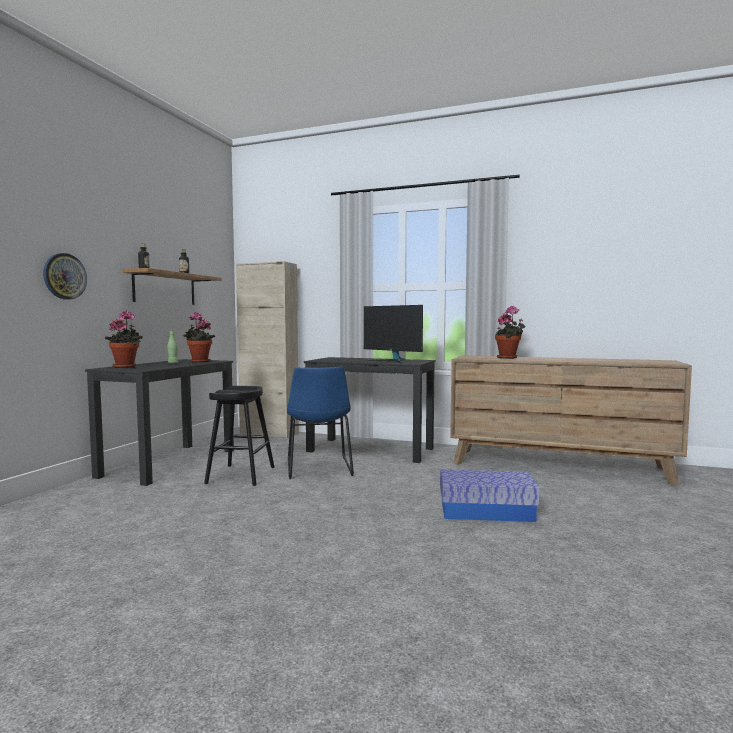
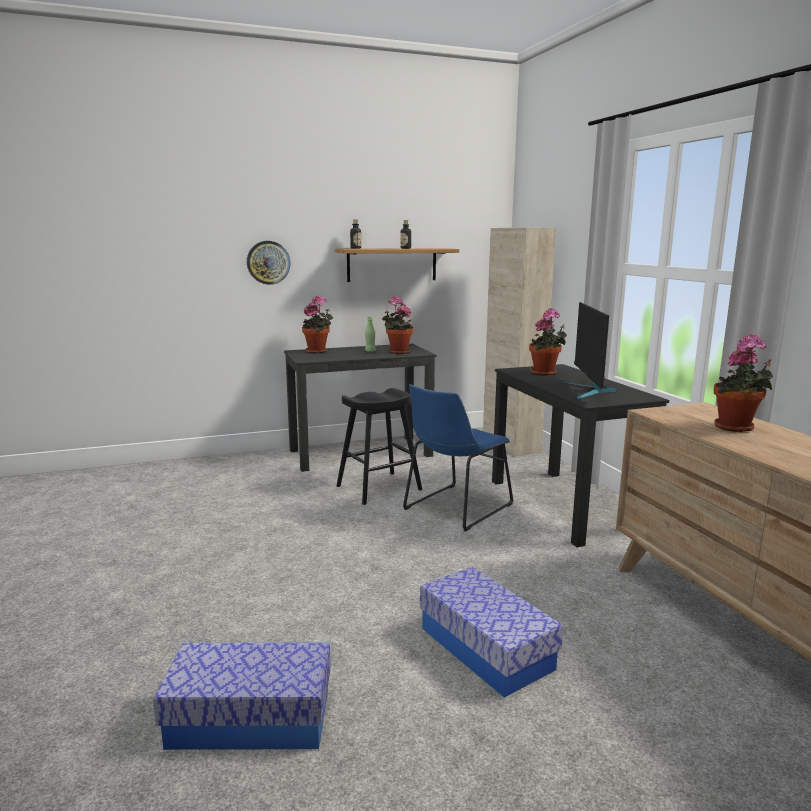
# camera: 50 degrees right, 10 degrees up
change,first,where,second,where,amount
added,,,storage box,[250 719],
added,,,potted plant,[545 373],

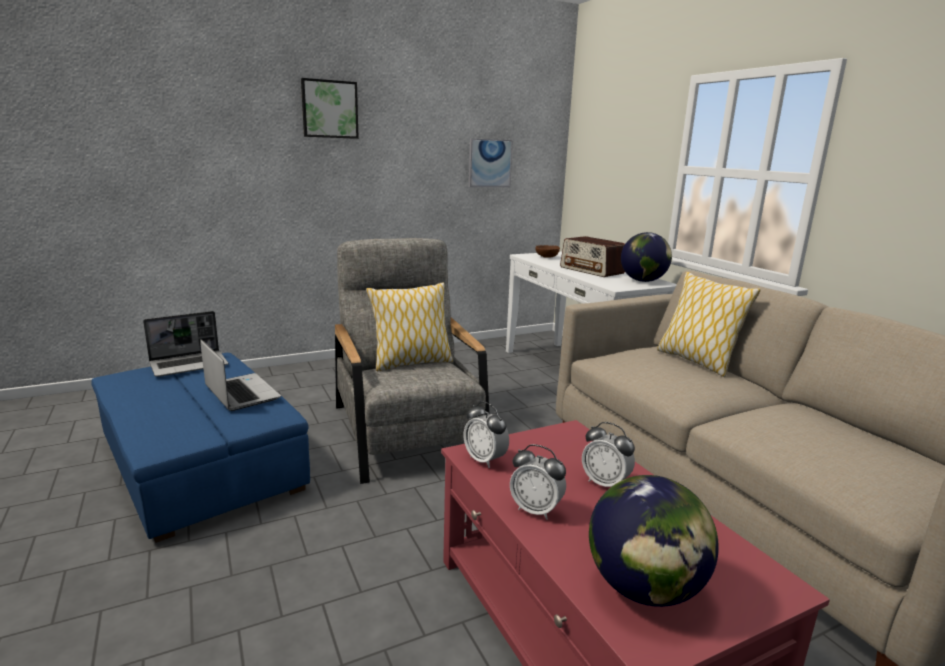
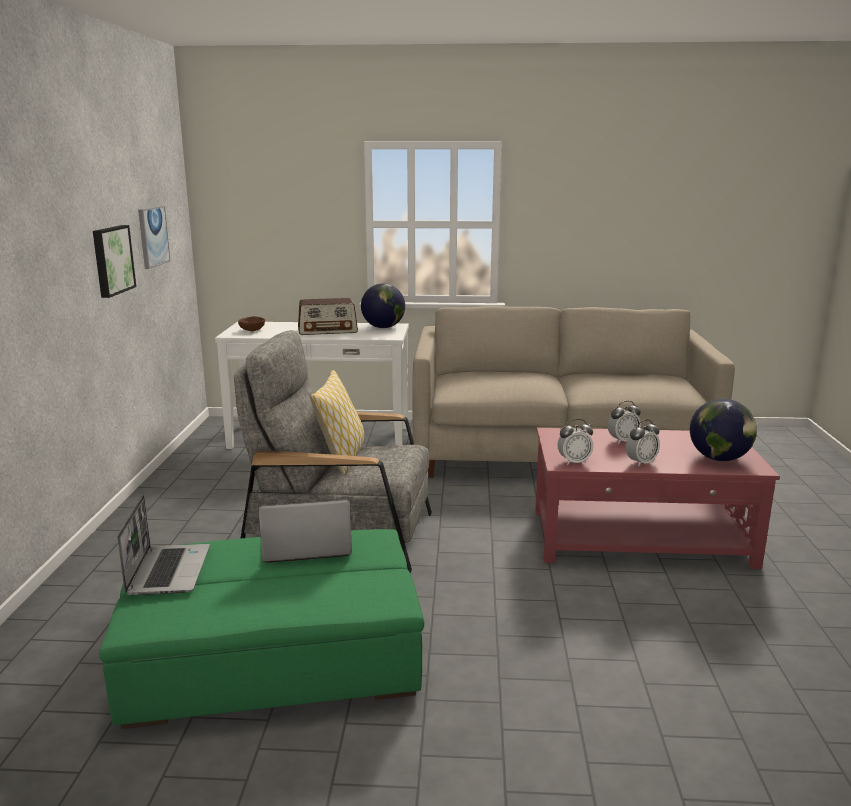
# camera: 60 degrees left, 0 degrees up
change,first,where,second,where,amount
recoloured,blue ottoman,[201 462],green ottoman,[273 658],
moved,picture,[329 109],,[111 260],
removed,pillow,[697 361],,,

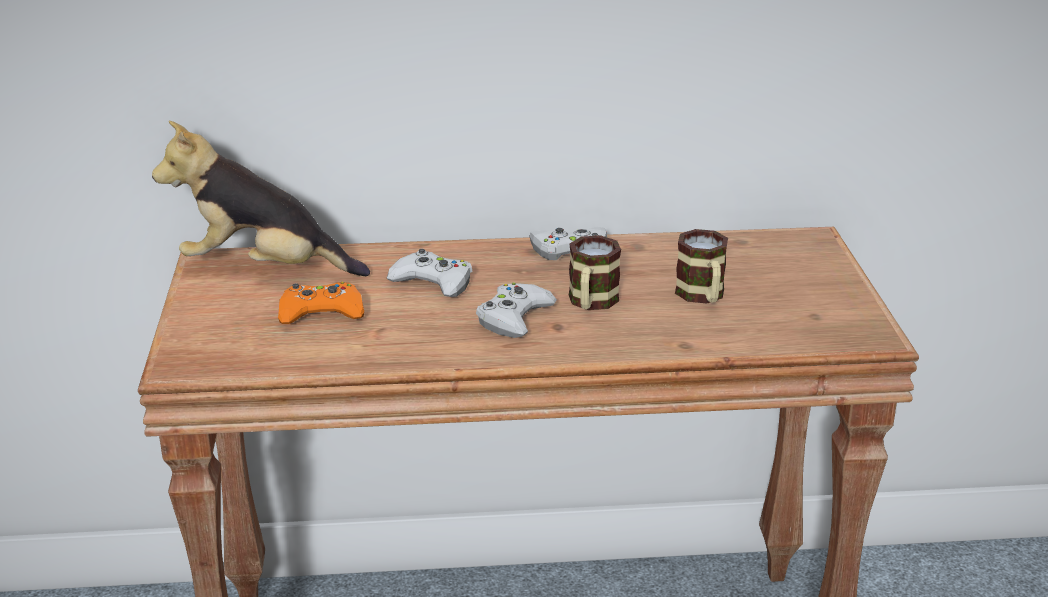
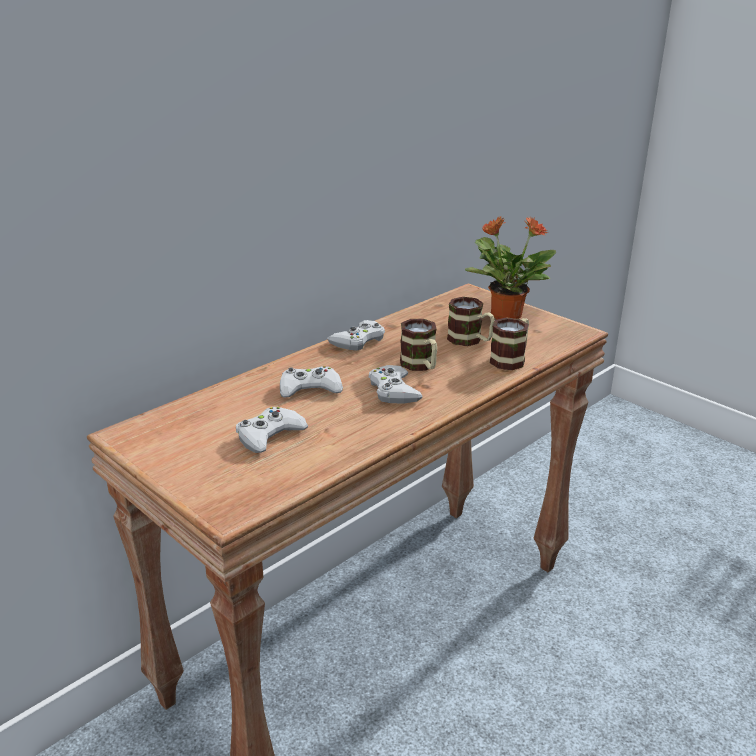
# camera: 40 degrees left, 0 degrees up
change,first,where,second,where,amount
removed,plush toy,[263 269],,,
recoloured,orange game controller,[321 312],white game controller,[269 435],
added,,,potted plant,[505 315],
added,,,mug,[511 359],

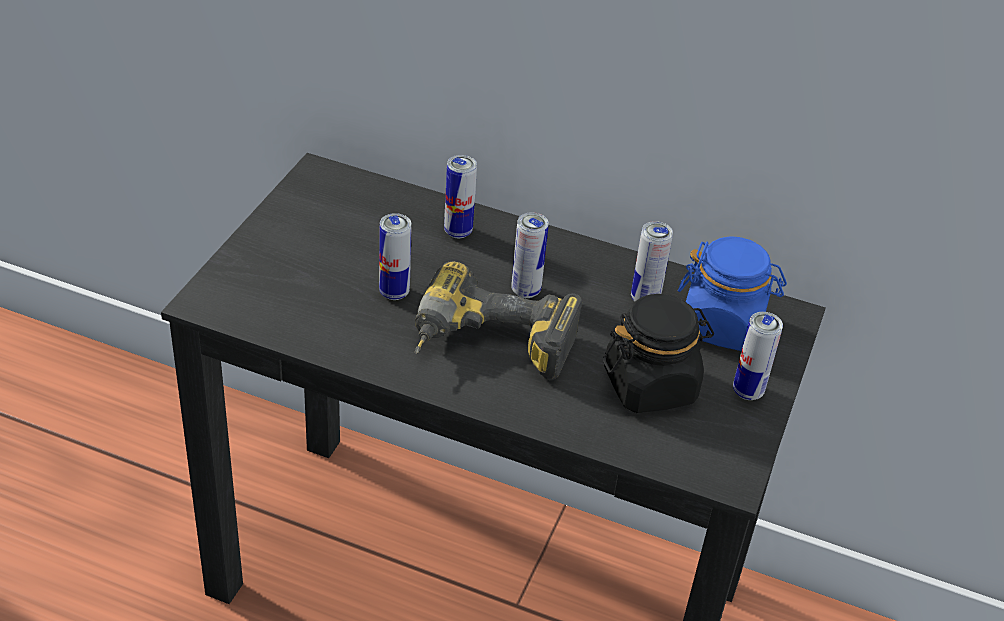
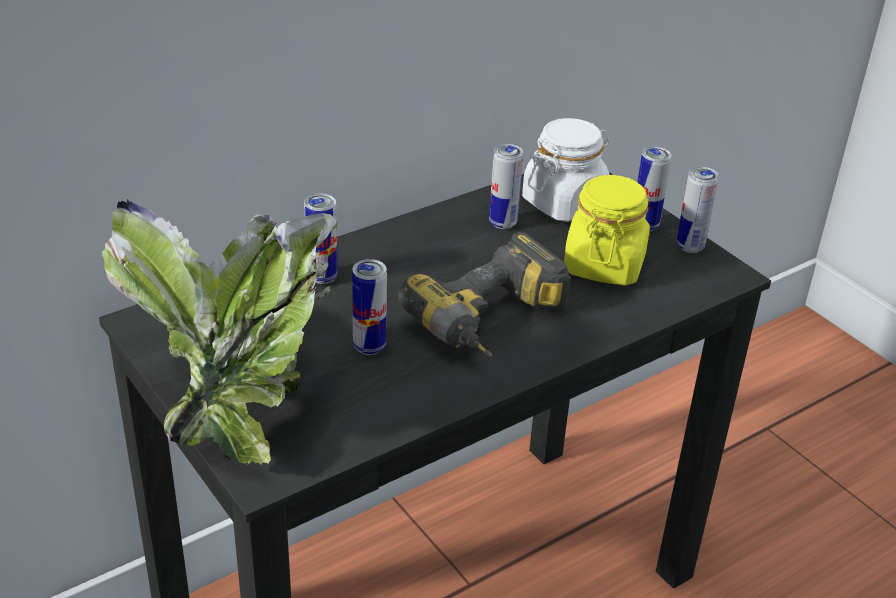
# camera: 55 degrees left, 5 degrees down
change,first,where,second,where,amount
moved,can,[525 290],,[690 246],
recoloured,black jar,[650 385],yellow jar,[604 265],
recoloured,blue jar,[722 325],white jar,[564 203],
added,,,potted plant,[239 393],

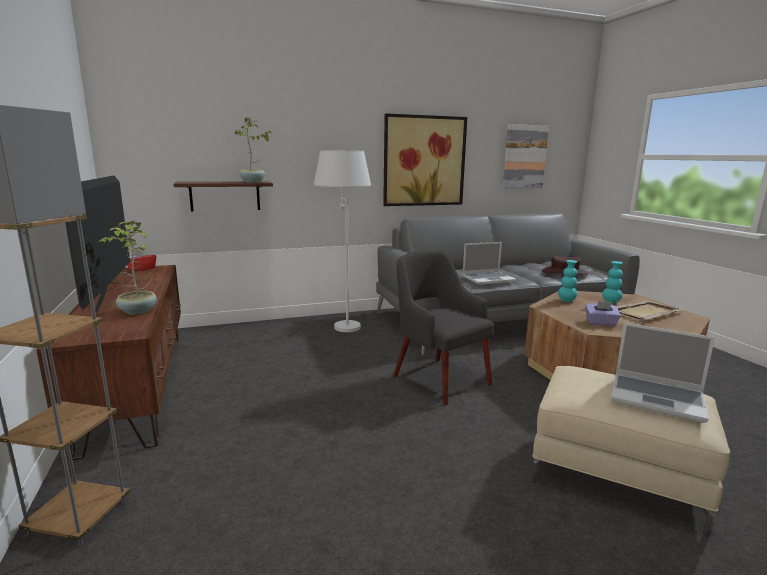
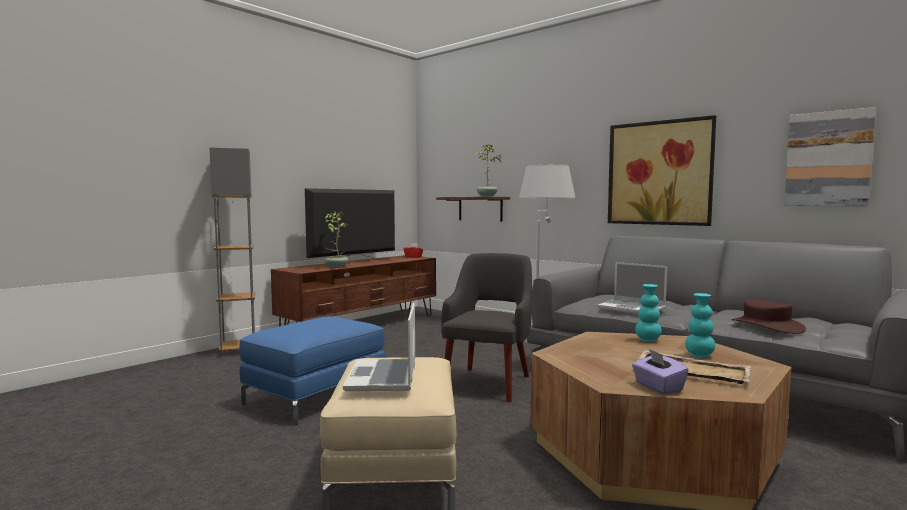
# camera: 60 degrees right, 10 degrees down
change,first,where,second,where,amount
moved,purple tissue box,[601 323],,[658 387],
added,,,blue ottoman,[316 396],

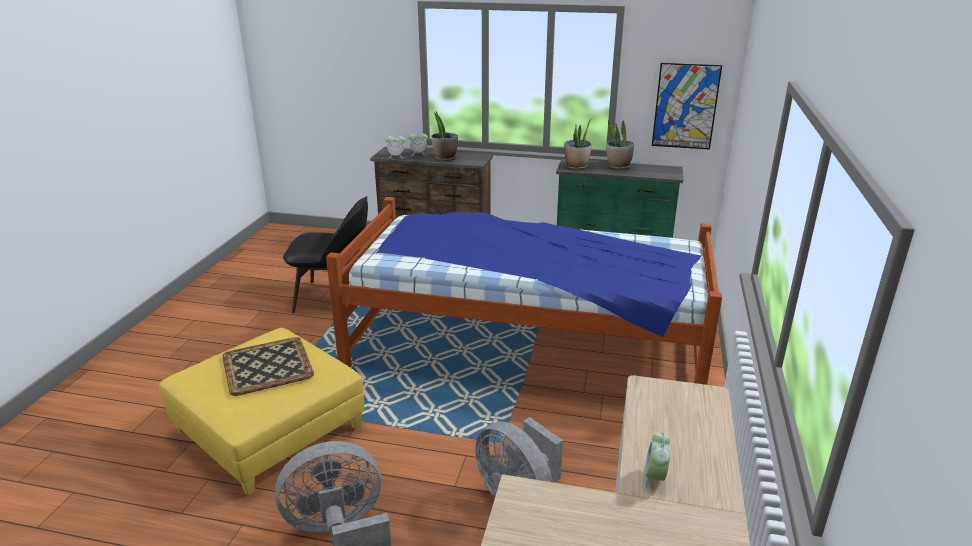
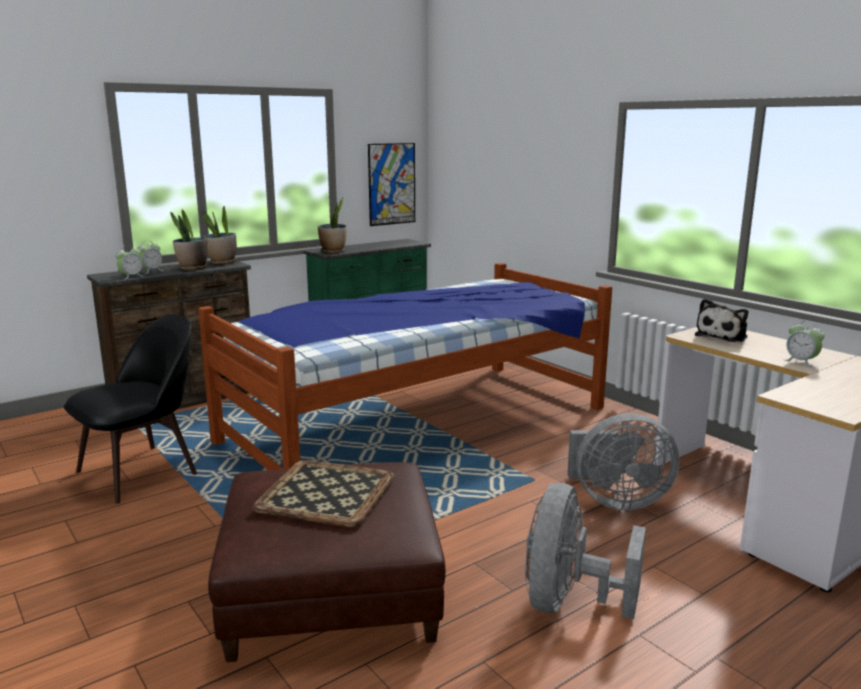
# camera: 50 degrees left, 10 degrees down
change,first,where,second,where,amount
recoloured,yellow ottoman,[269 428],brown ottoman,[330 590],
moved,potted plant,[618 166],,[222 262],
added,,,plush toy,[723 336],

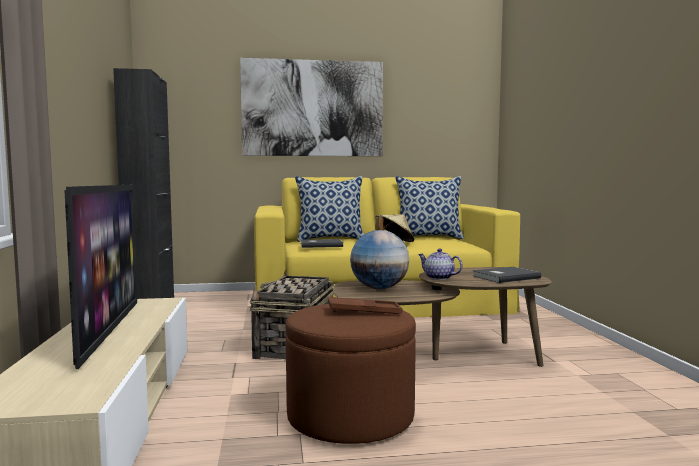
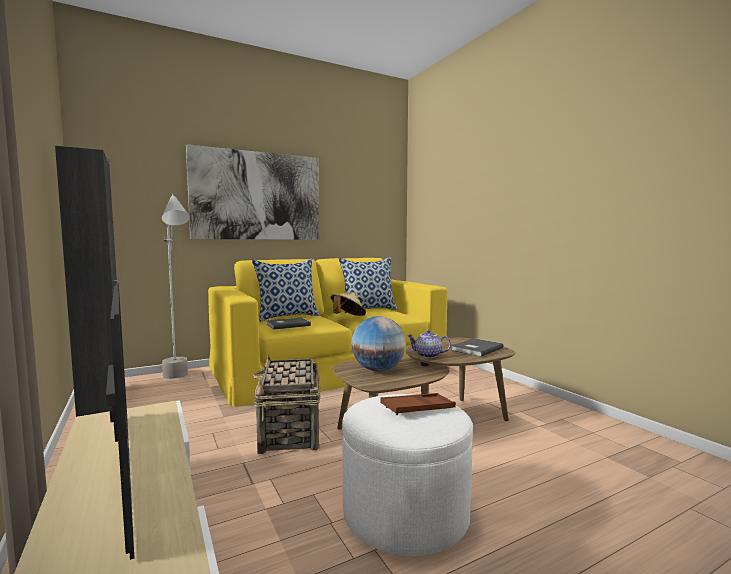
# camera: 20 degrees left, 0 degrees up
change,first,where,second,where,amount
recoloured,brown ottoman,[350 417],white ottoman,[405 513],
added,,,grey floor lamp,[179 380],

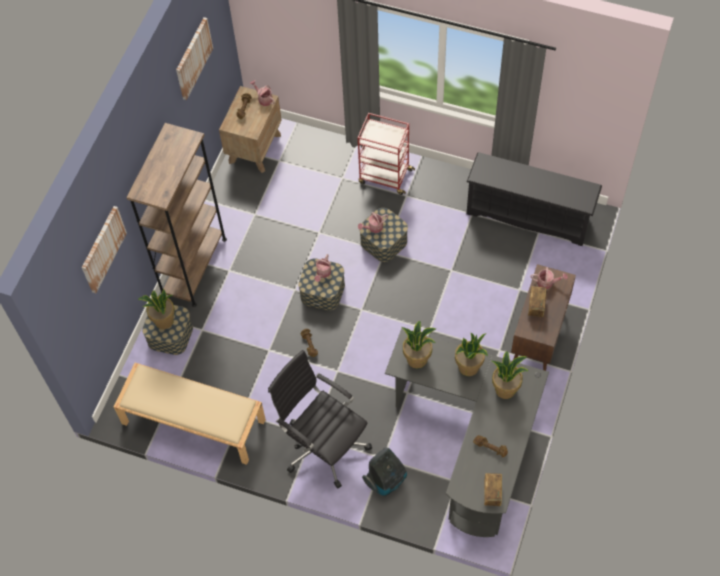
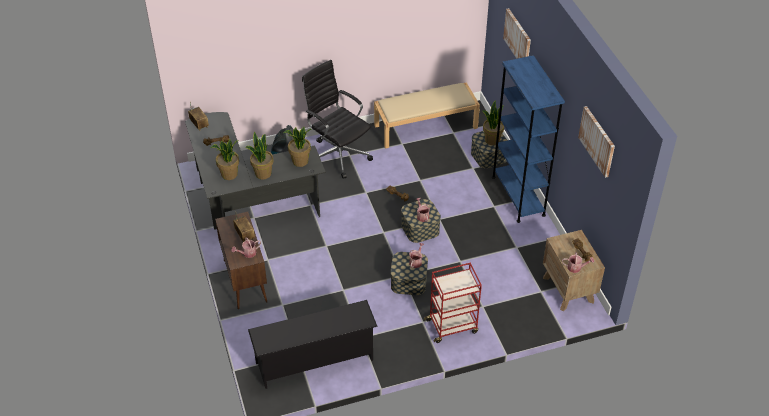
# camera: 140 degrees right, 15 degrees down
change,first,where,second,where,amount
recoloured,brown bookcase,[194 267],blue bookcase,[518 196],
turned,black office chair,[323 445],,[338 155],135 degrees counterclockwise

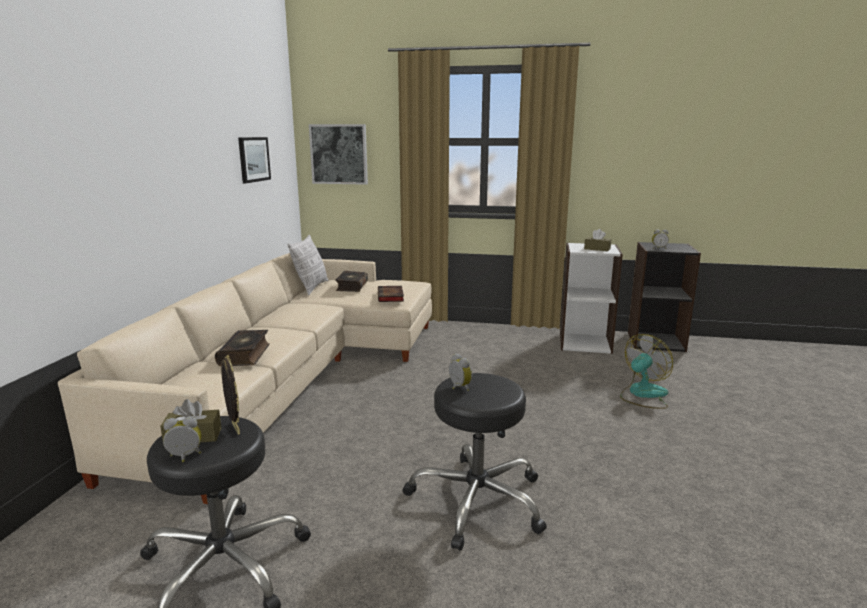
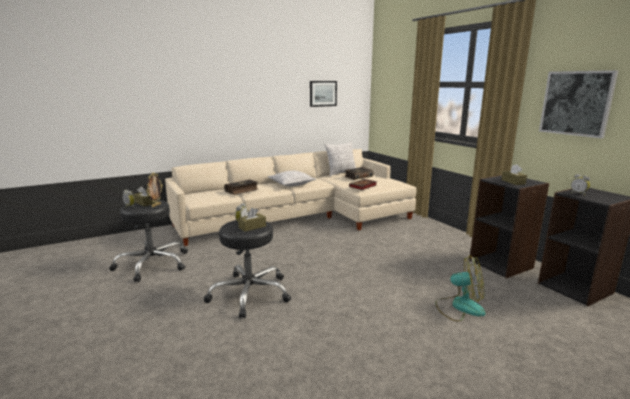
# camera: 50 degrees right, 0 degrees up
change,first,where,second,where,amount
moved,picture,[339 154],,[576 103],
recoloured,white bookcase,[585 343],black bookcase,[501 264],
added,,,brown tissue box,[252 227],
added,,,pillow,[291 184],

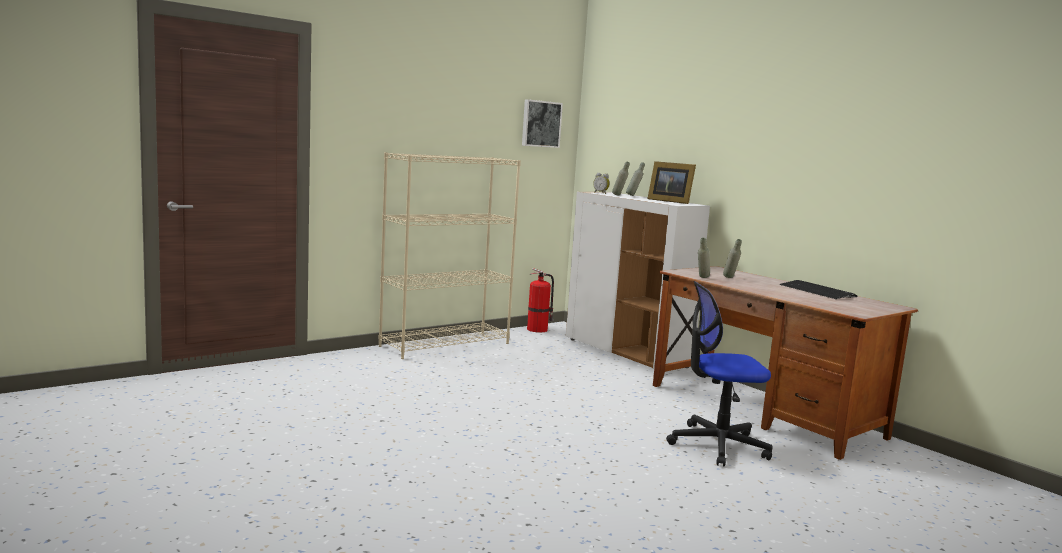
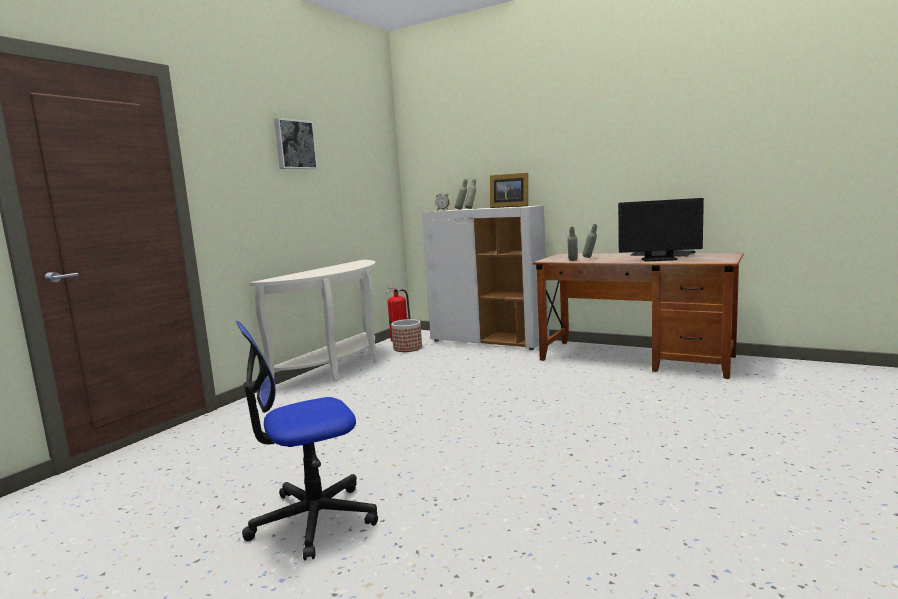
# camera: 20 degrees left, 0 degrees up
change,first,where,second,where,amount
replaced,beige bookcase,[445 344],white console table,[339 369],
moved,picture,[540 124],,[294 144],
moved,office chair,[717 445],,[313 520],
added,,,planter,[407 348],
added,,,monitor,[659 259],

